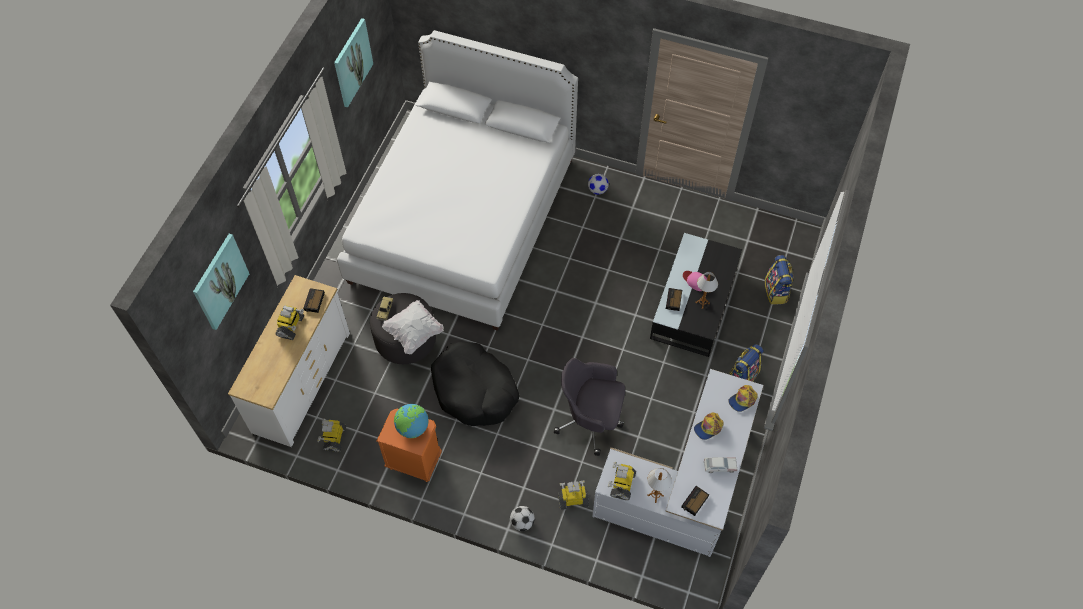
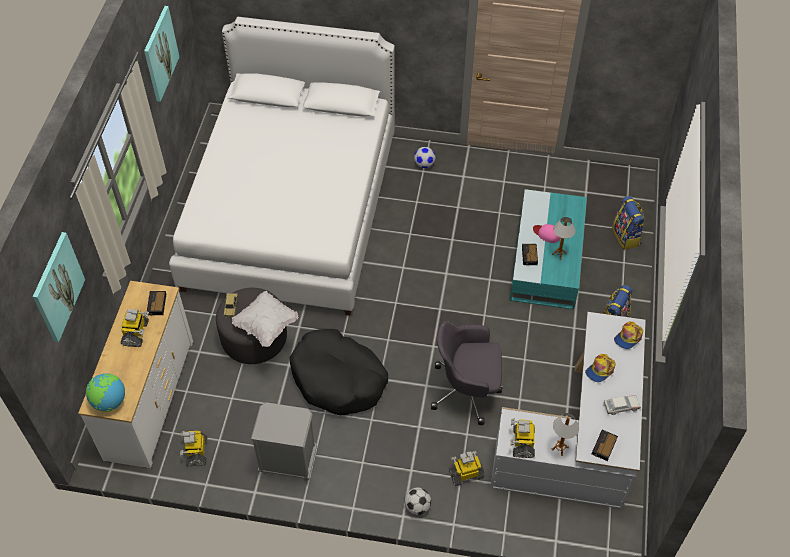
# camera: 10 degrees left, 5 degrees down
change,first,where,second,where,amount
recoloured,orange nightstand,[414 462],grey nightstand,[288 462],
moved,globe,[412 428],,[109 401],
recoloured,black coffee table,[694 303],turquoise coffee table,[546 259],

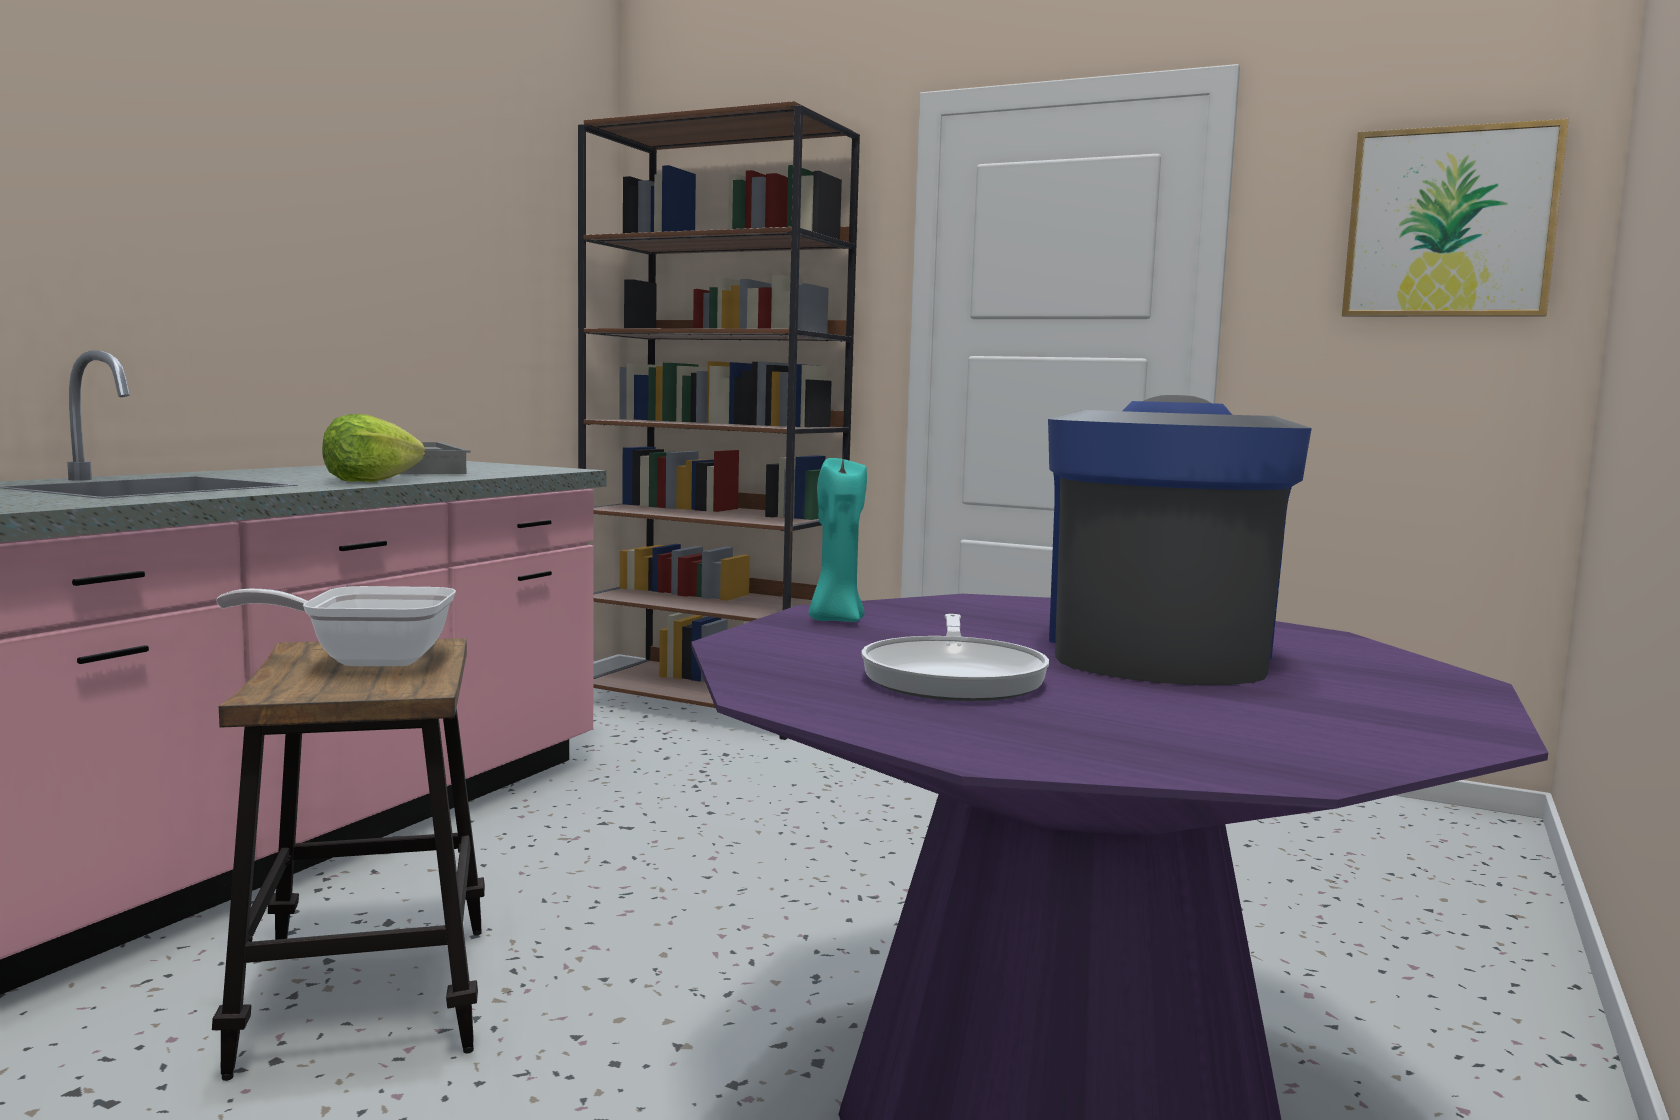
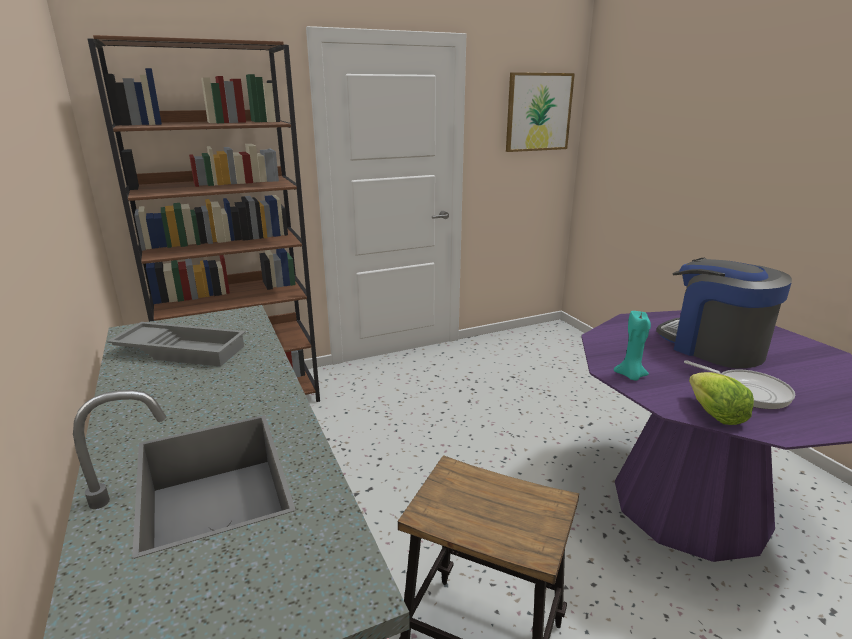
# camera: 50 degrees left, 15 degrees up
change,first,where,second,where,amount
removed,frying pan,[366 660],,,
moved,lettuce,[370 480],,[714 414],

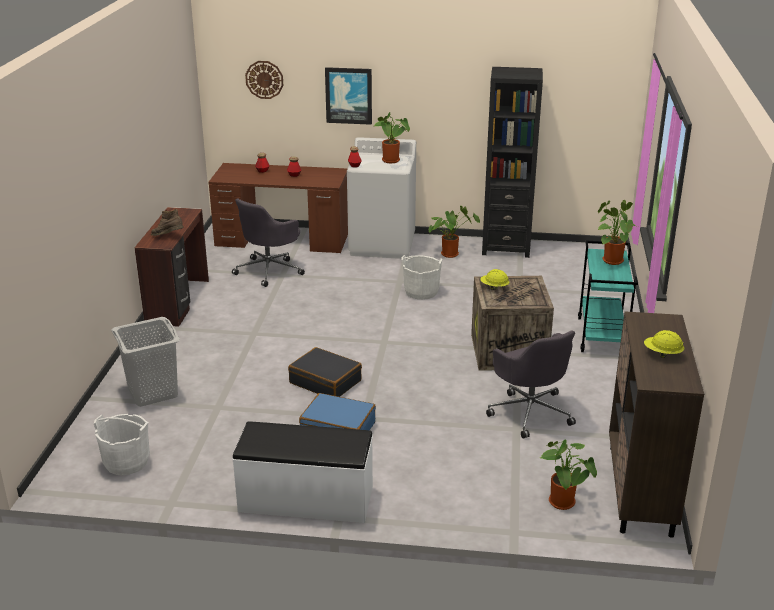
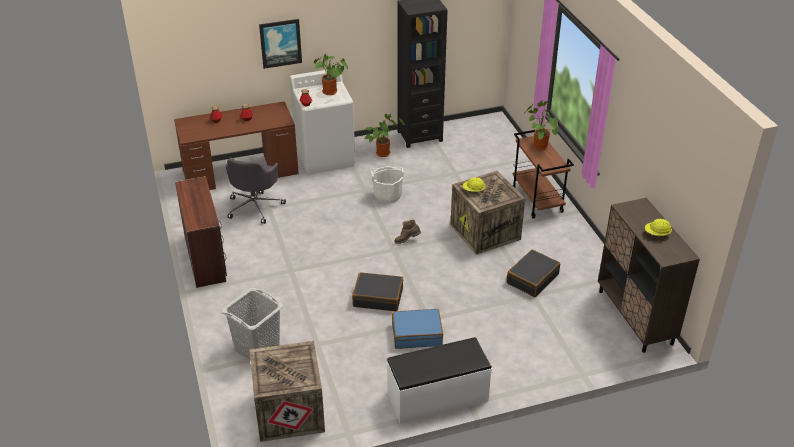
# camera: 25 degrees left, 10 degrees up
change,first,where,second,where,amount
replaced,white bucket,[126 462],crate,[288 413],
moved,brown boot,[168 236],,[407 240],
removed,wall clock,[264 79],,,
replaced,grey office chair,[530 412],black suitcase,[532 279],
removed,potted plant,[564 504],,,
recoloured,turquoise cart,[602 336],brown cart,[537 201],

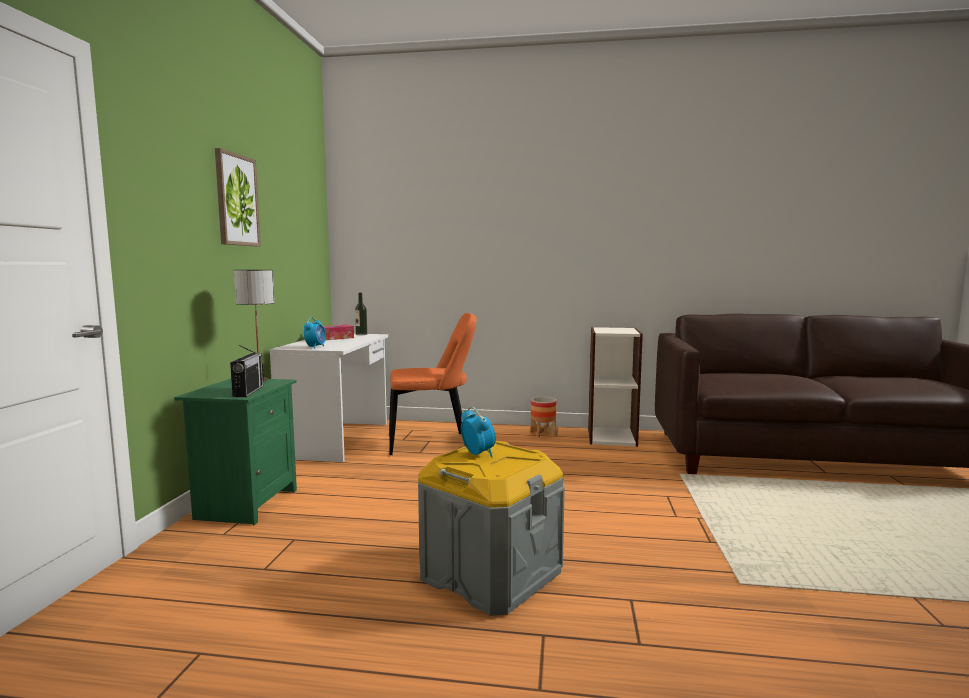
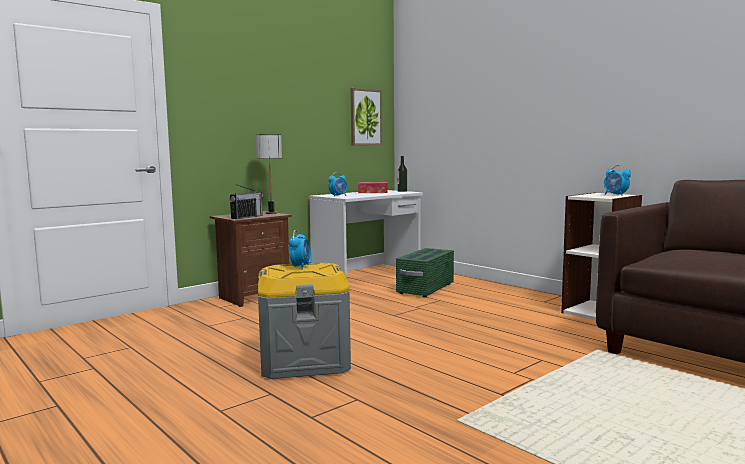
# camera: 40 degrees right, 0 degrees up
change,first,where,second,where,amount
recoloured,green nightstand,[245 504],brown nightstand,[253 297],
moved,picture,[236 200],,[365 117],
replaced,orange chair,[432 444],green storage box,[425 288],
removed,planter,[543 433],,,
added,,,alarm clock,[615 195],

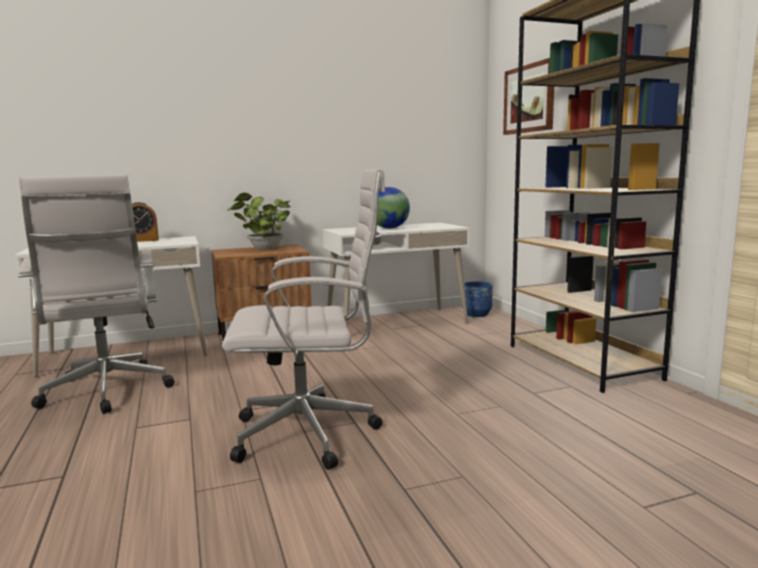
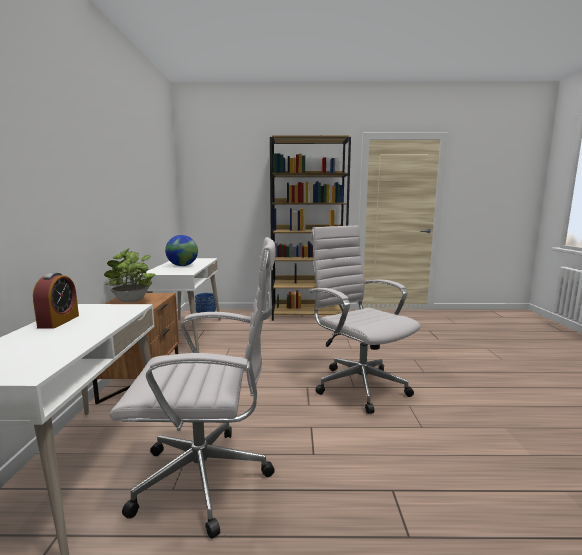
# camera: 70 degrees left, 0 degrees up
change,first,where,second,where,amount
turned,white office chair,[312 433],,[358 385],45 degrees counterclockwise
removed,picture,[529 99],,,

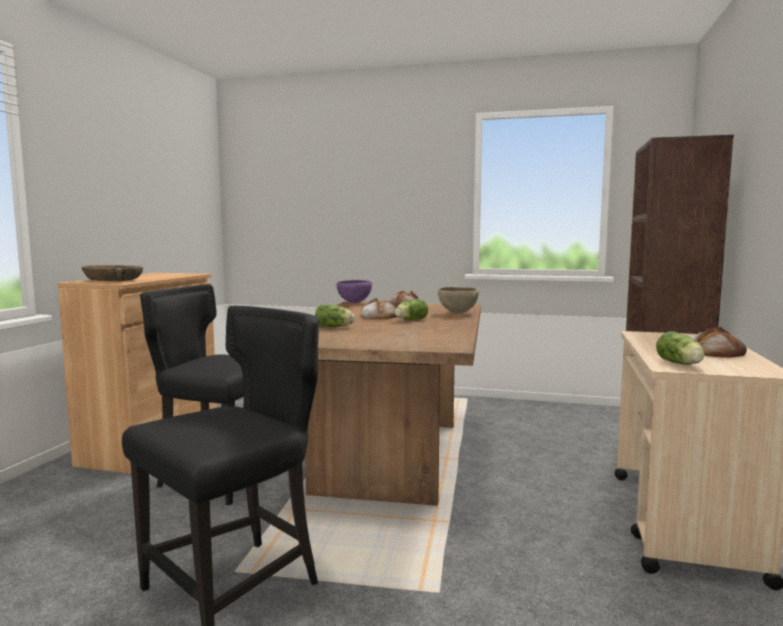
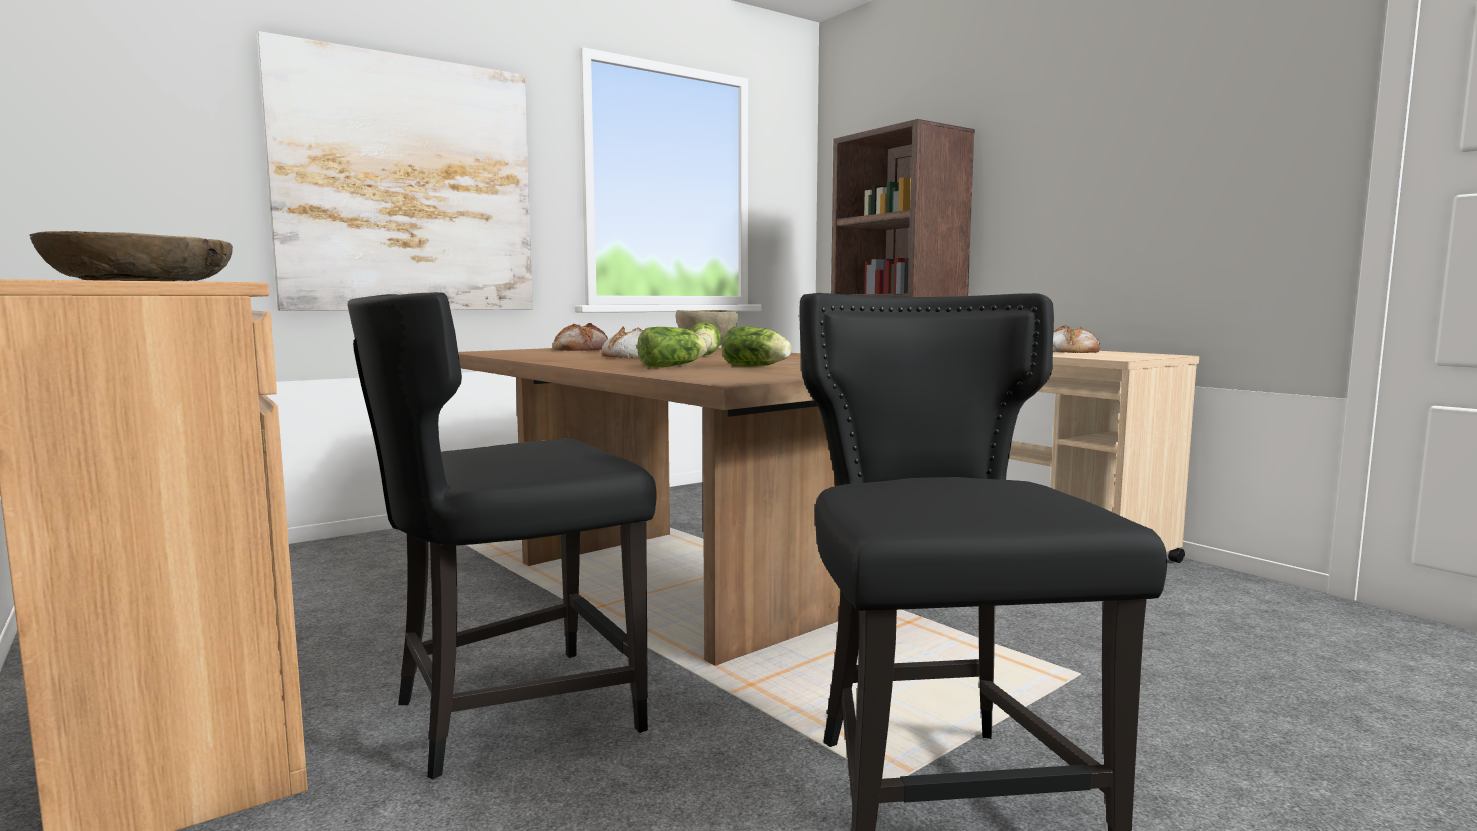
# camera: 50 degrees left, 0 degrees up
change,first,where,second,where,amount
removed,purple bowl,[354 303],,,
moved,lettuce,[680 364],,[757 366],
added,,,picture,[407 186],

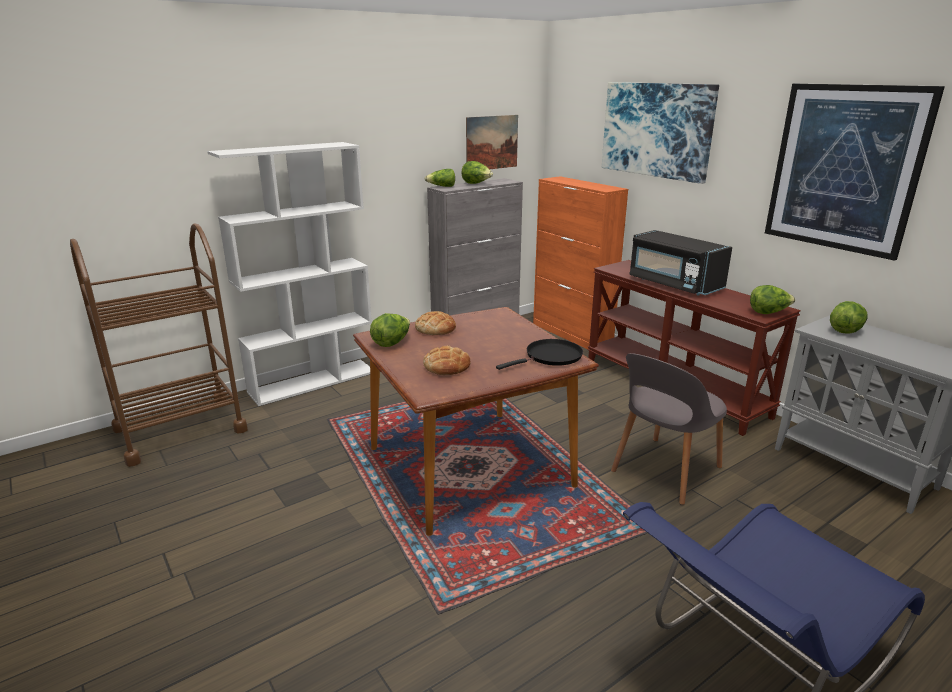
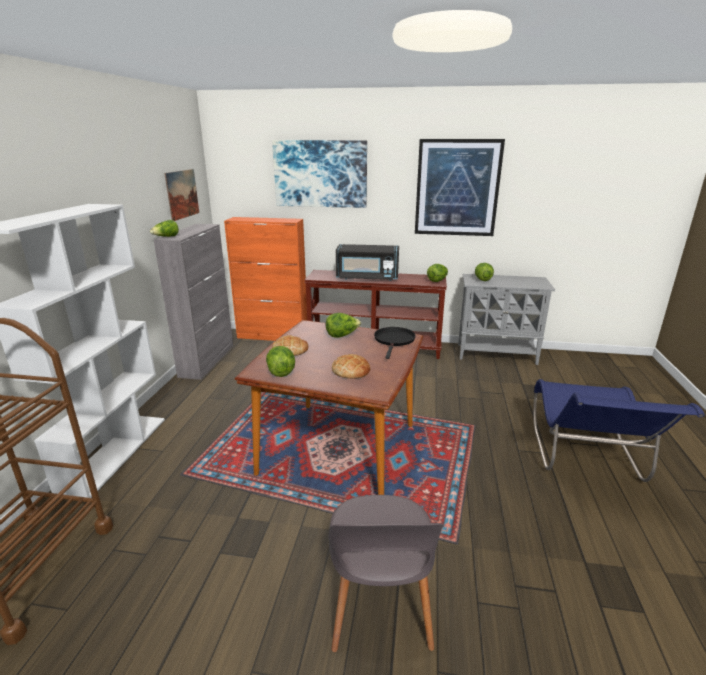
# camera: 45 degrees left, 0 degrees up
change,first,where,second,where,amount
moved,lettuce,[476 184],,[342 335],
moved,grey chair,[664 470],,[379 604],

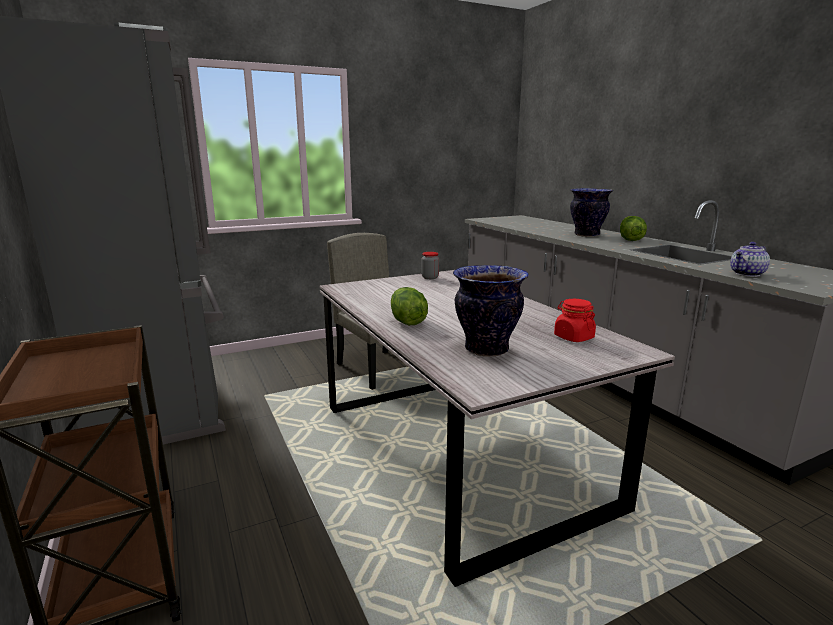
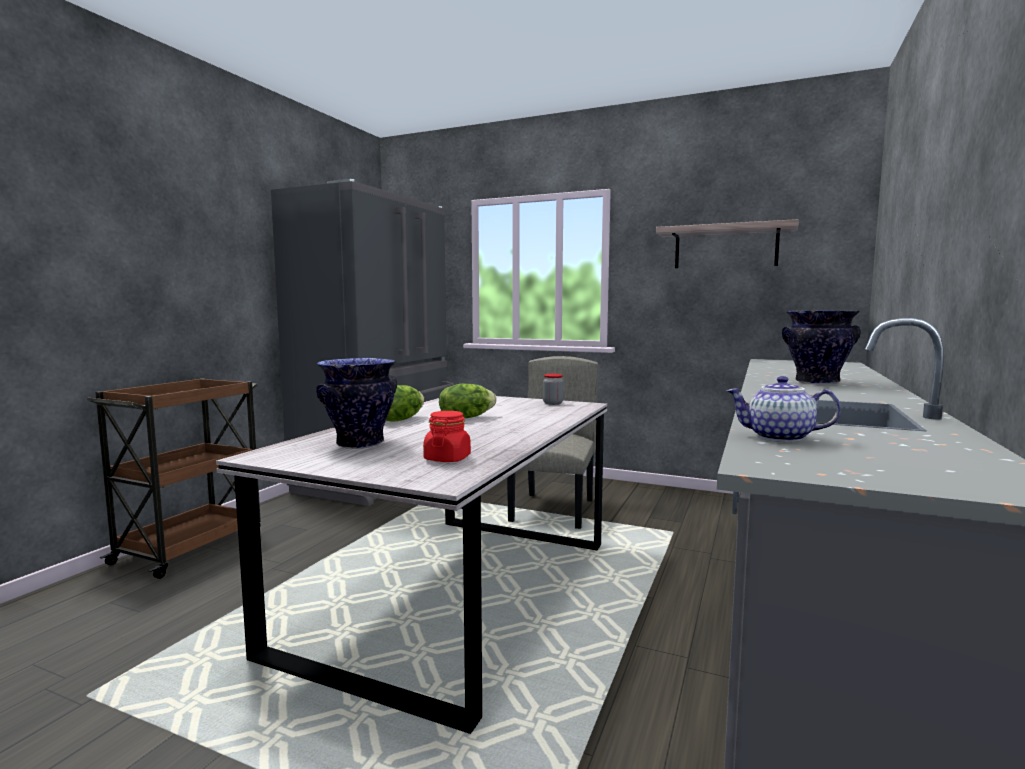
# camera: 50 degrees right, 10 degrees down
change,first,where,second,where,amount
moved,lettuce,[630 240],,[466 417],
added,,,shelf,[725 247],

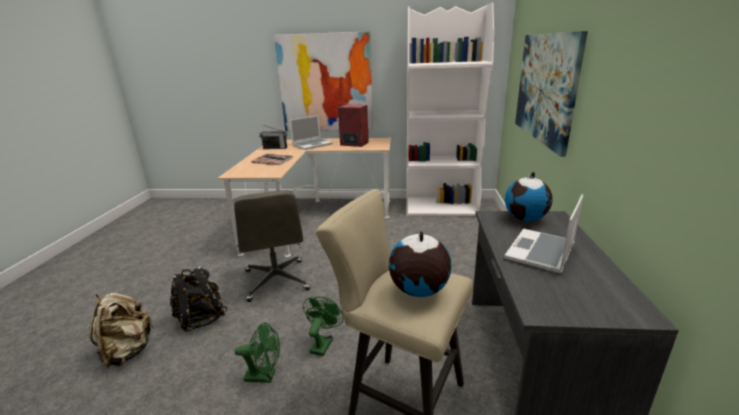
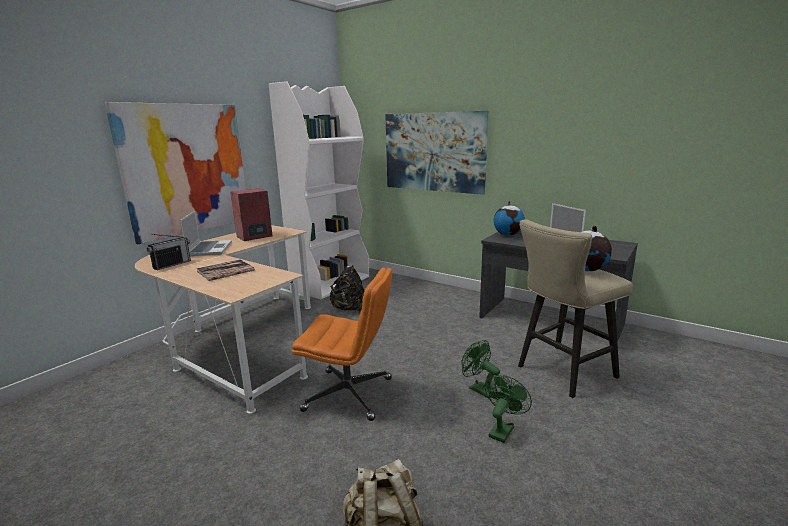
# camera: 60 degrees left, 5 degrees down
change,first,where,second,where,amount
moved,black backpack,[201 319],,[349 308],
recoloured,grey office chair,[277 280],orange office chair,[349 394],

